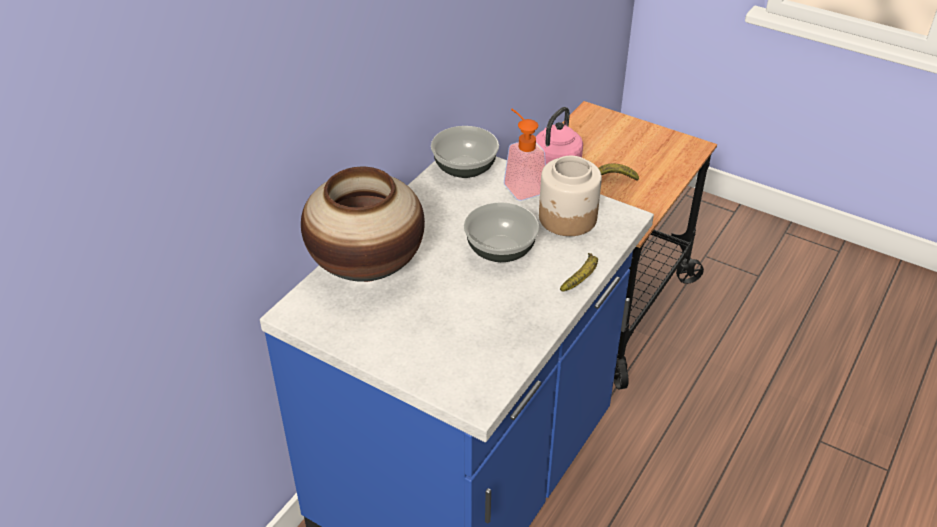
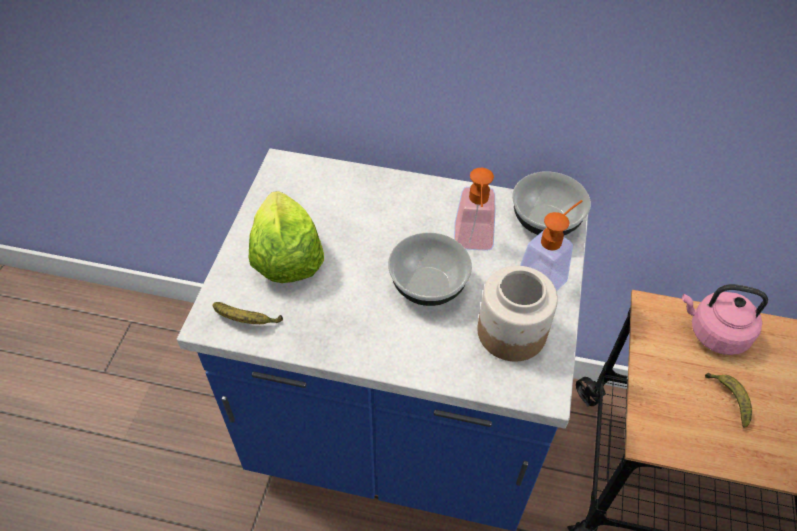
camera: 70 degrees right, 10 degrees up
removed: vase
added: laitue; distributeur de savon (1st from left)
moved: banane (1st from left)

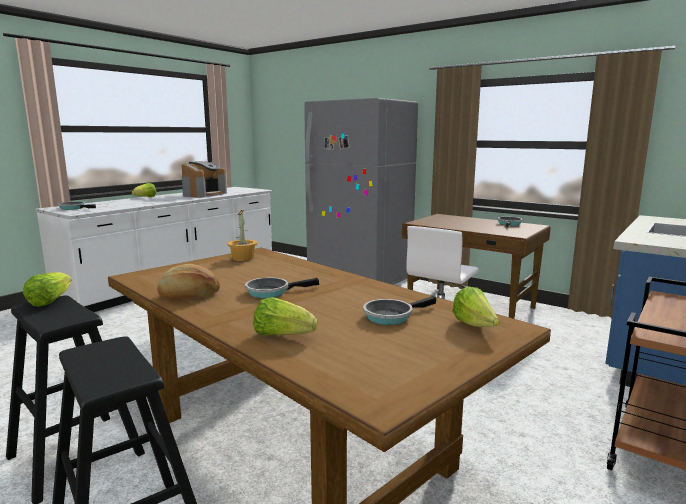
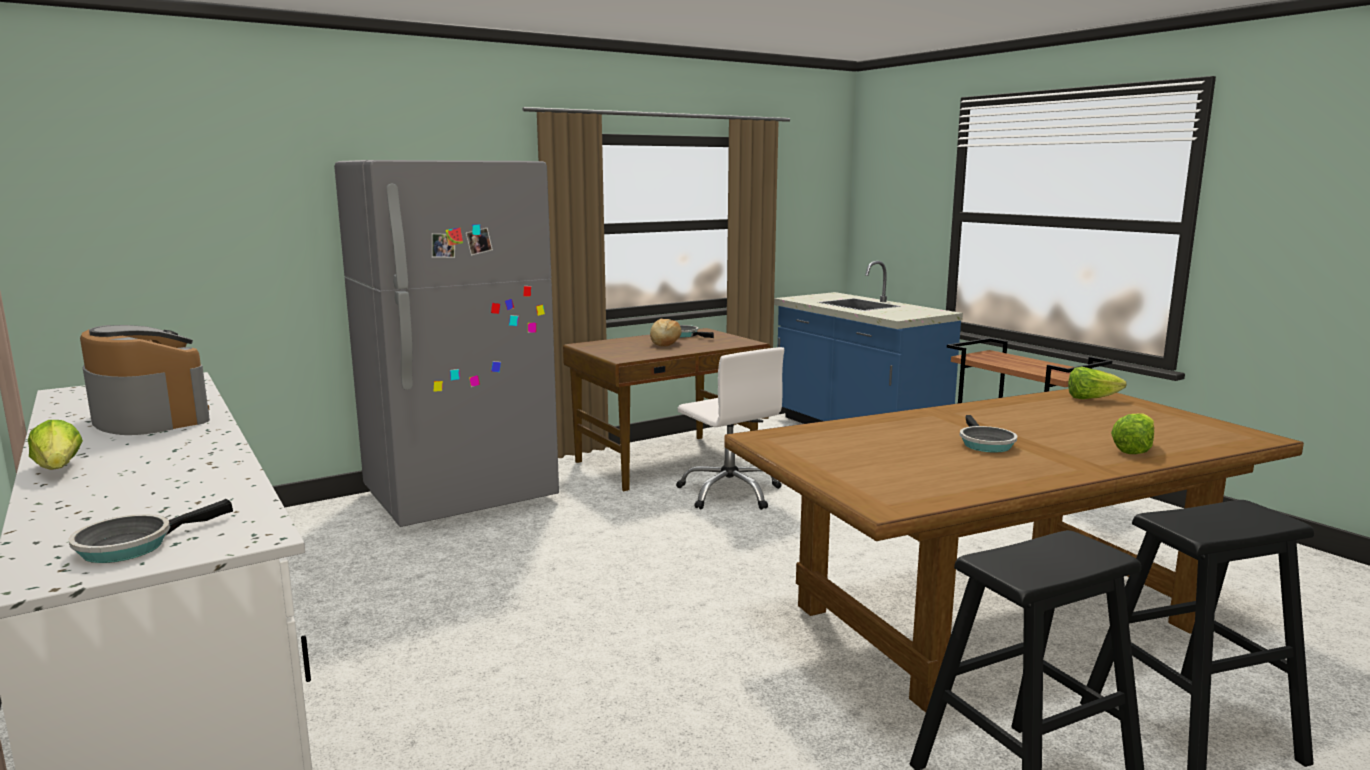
camera: 70 degrees left, 0 degrees up
removed: laitue (1st from left); plante en pot; poêle (3rd from left)
moved: pain

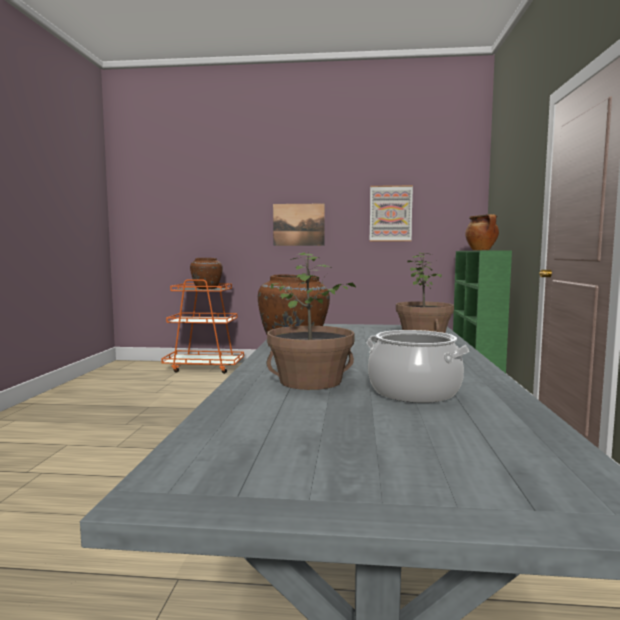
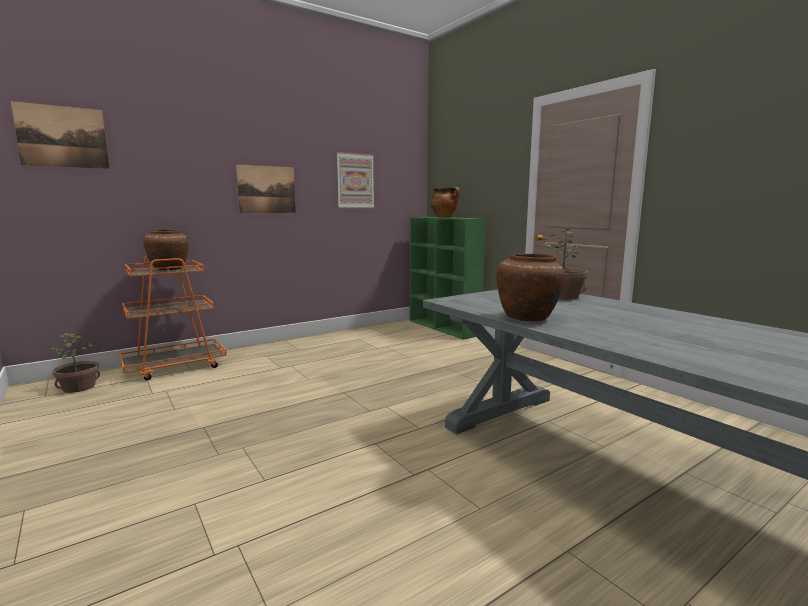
camera: 40 degrees left, 5 degrees up
removed: marmite (1st from left)
added: tableau (1st from left)
moved: plante en pot (1st from left)

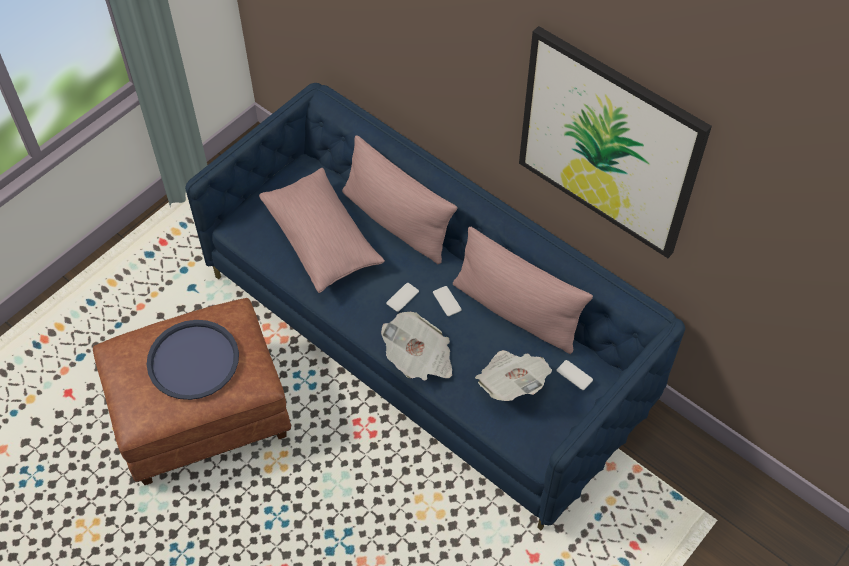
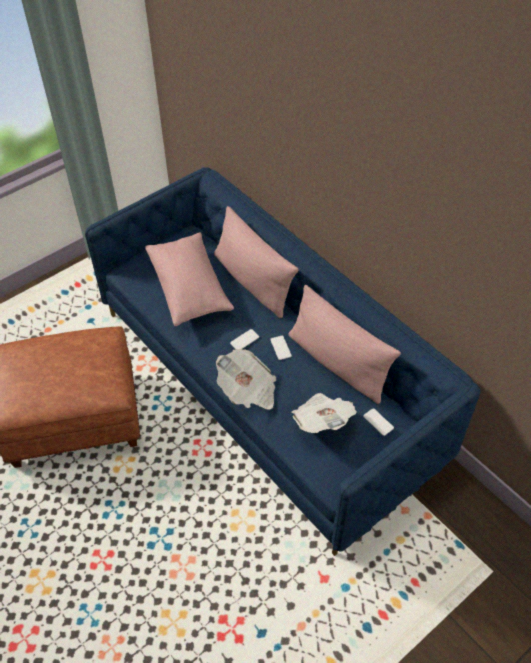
camera: 10 degrees right, 5 degrees down
removed: plateau/bleu; tableau

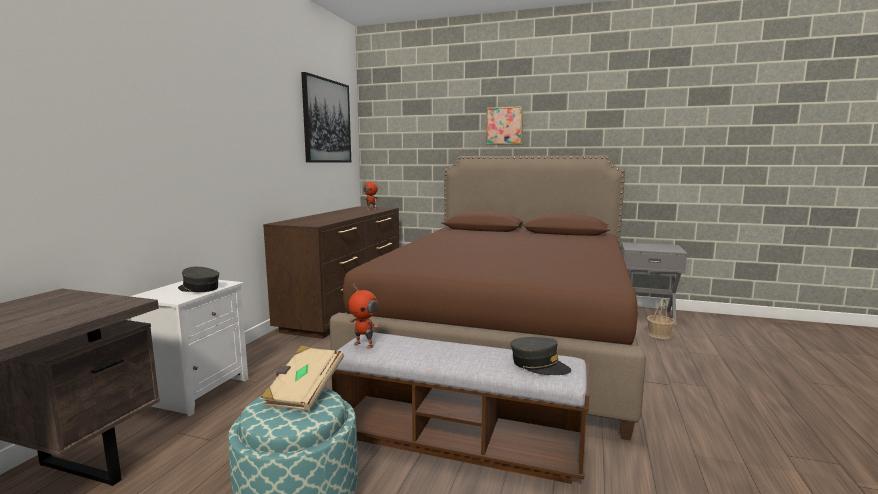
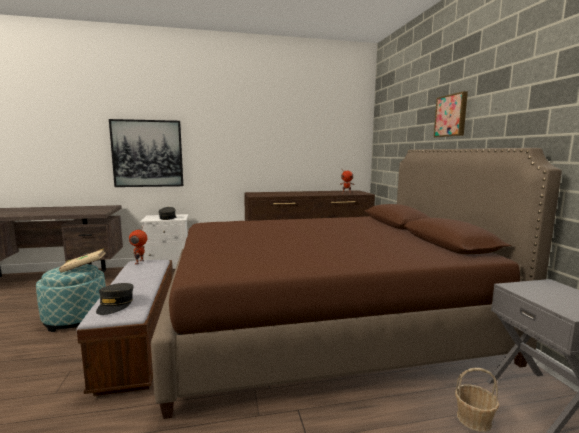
camera: 60 degrees right, 0 degrees up
moved: tableau (1st from left)

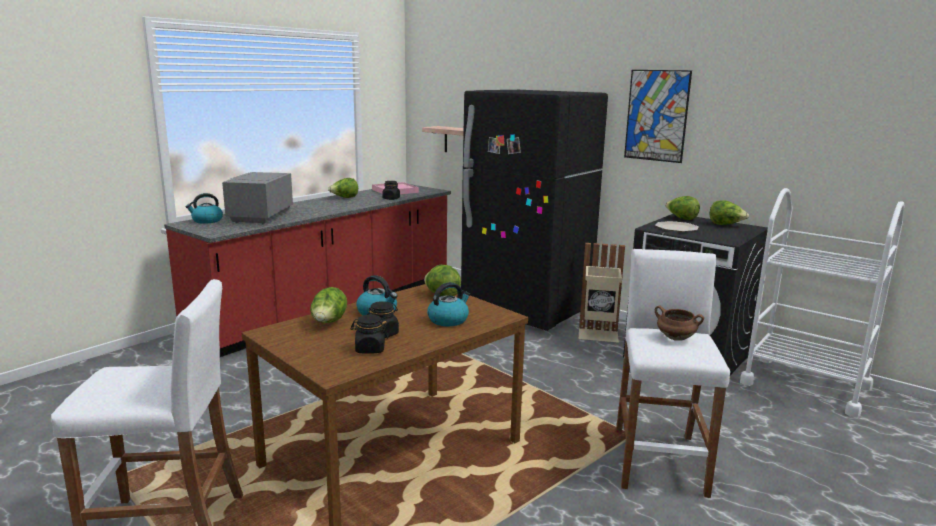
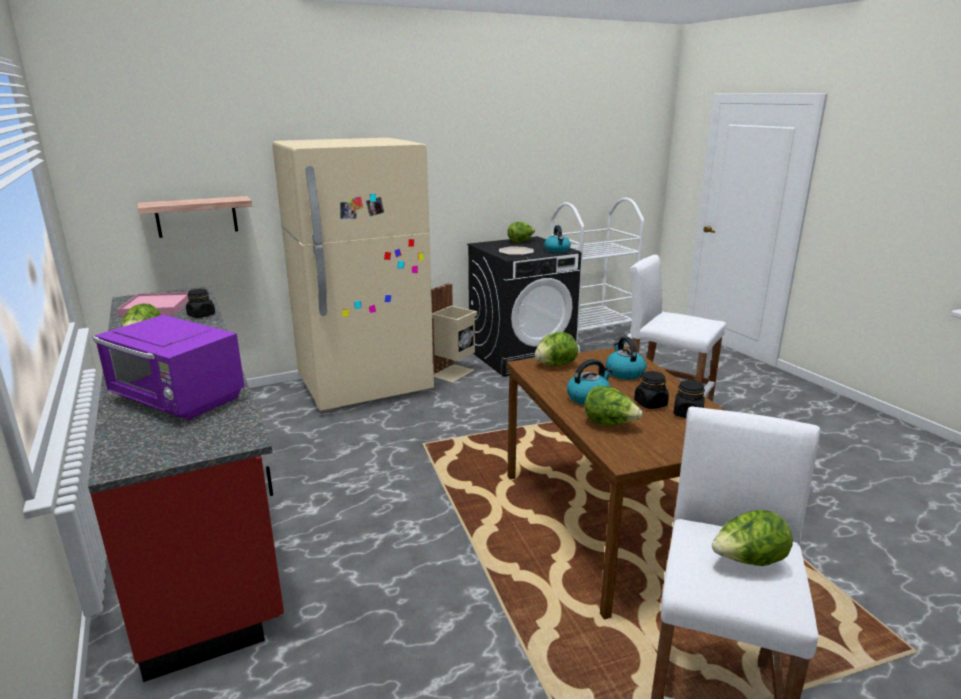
camera: 65 degrees left, 5 degrees up
removed: tableau; marmite/marron
moved: bouilloire (1st from left); laitue (4th from left in the first image) to laitue (5th from left)
recoloured: micro-ondes/gris to micro-ondes/violet; réfrigérateur/noir to réfrigérateur/beige

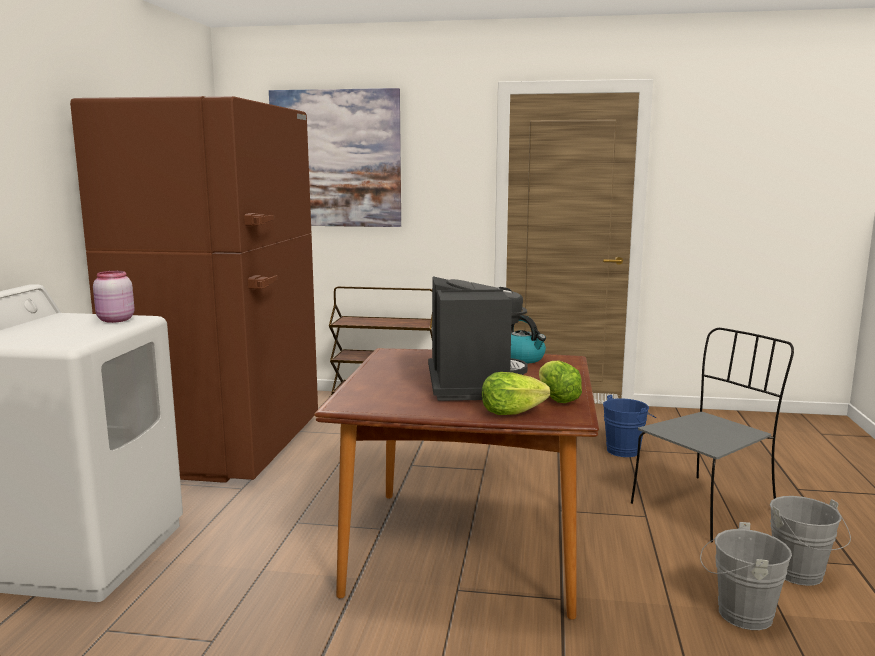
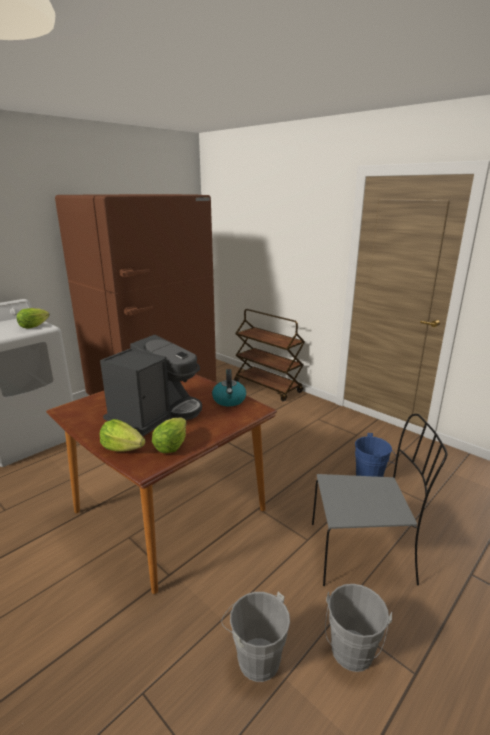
camera: 35 degrees right, 10 degrees up
removed: tableau
replaced: bocal/rose to laitue (1st from left)

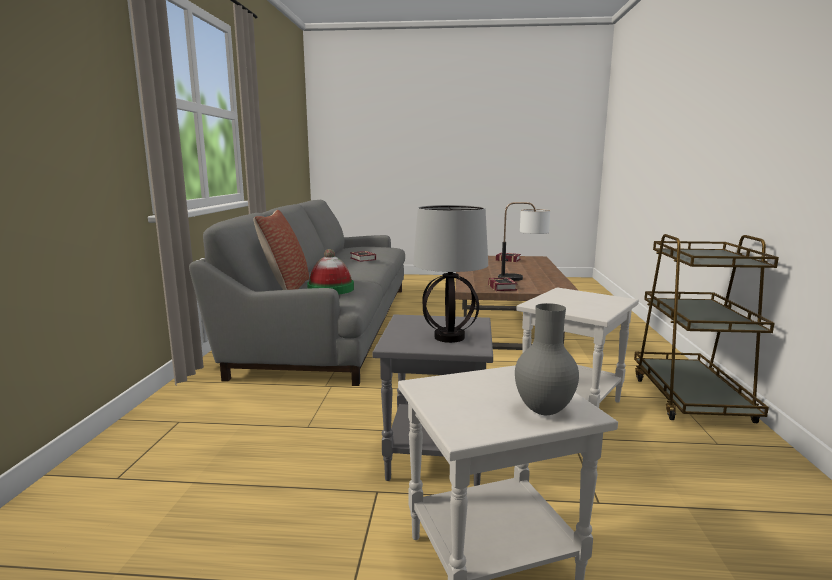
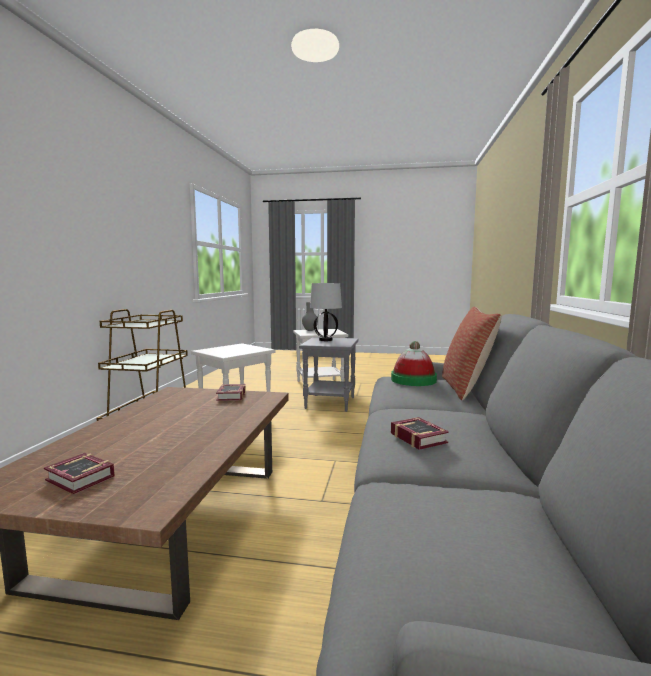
camera: 175 degrees left, 5 degrees down
removed: lampe de table (2nd from left)

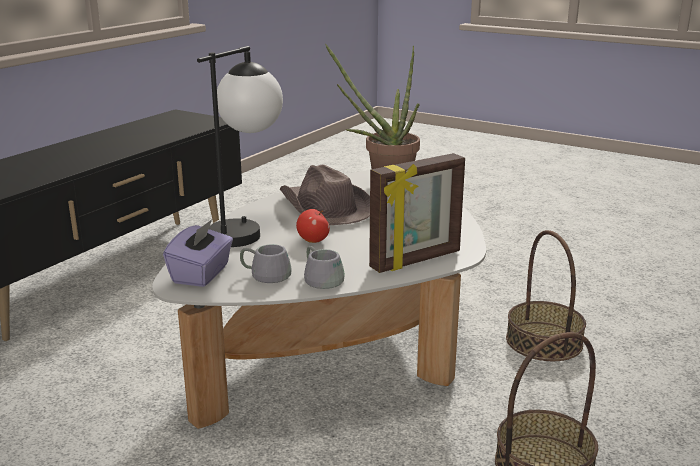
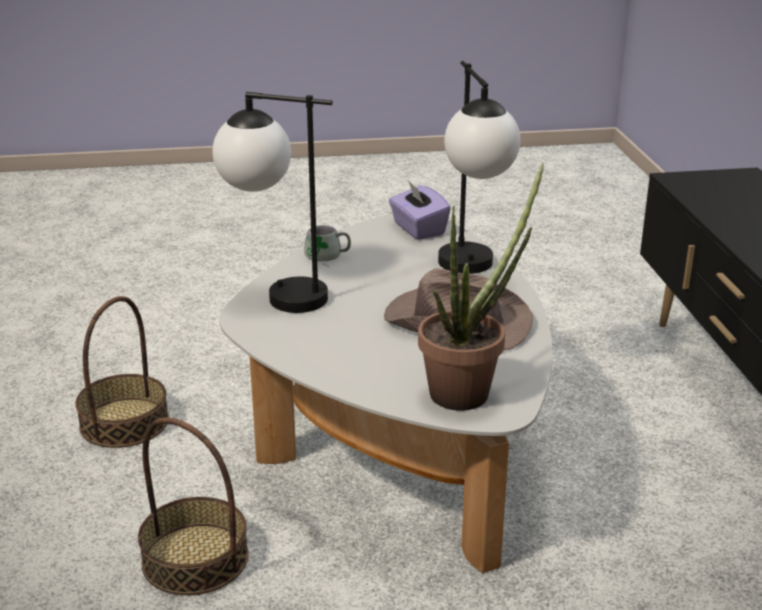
camera: 140 degrees right, 5 degrees up
removed: mug/gris (1st from left); pomme
replaced: cadre photo to lampe de table (1st from left)

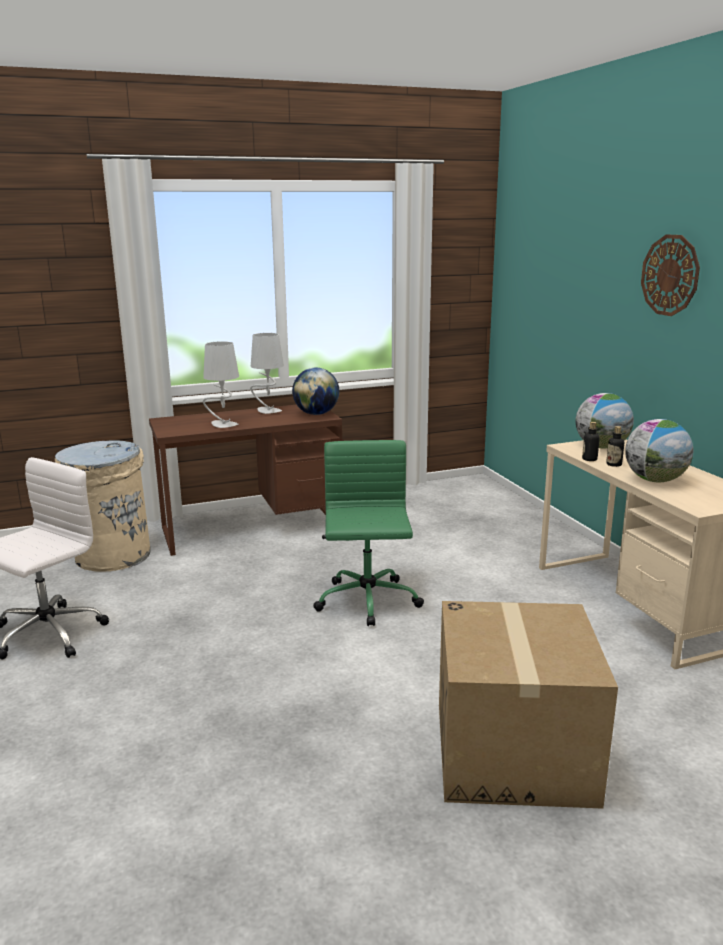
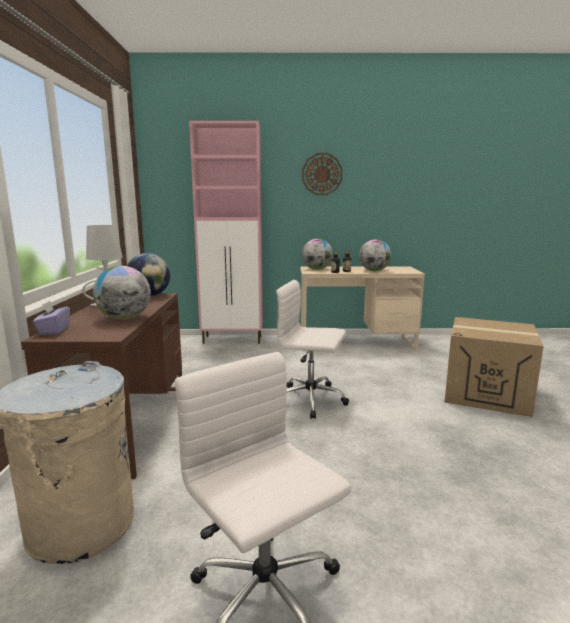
camera: 70 degrees left, 5 degrees down
added: boîte à mouchoirs/violet; meuble de rangement/rose
replaced: lampe de table/gris (1st from left) to globe (1st from left)
recoloured: chaise de bureau/vert to chaise de bureau/blanc (2nd from left)

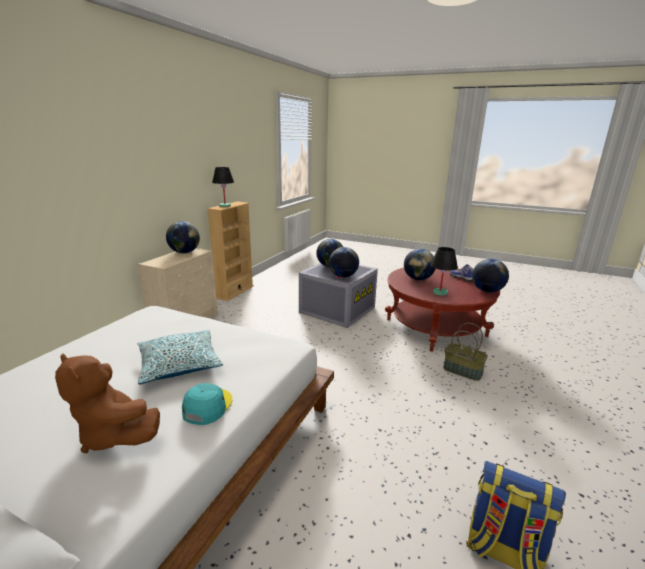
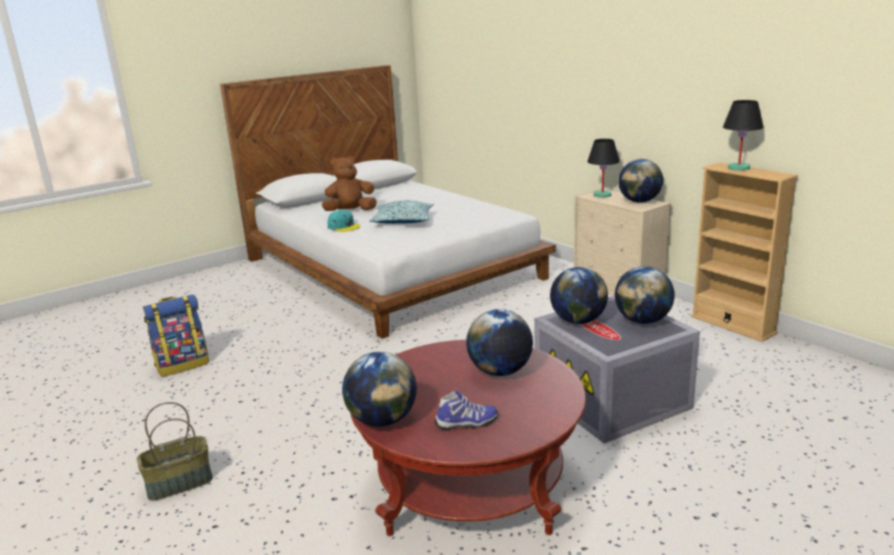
camera: 120 degrees right, 0 degrees up
moved: panier; lampe de table/noir (2nd from left in the first image) to lampe de table/noir (1st from left)

